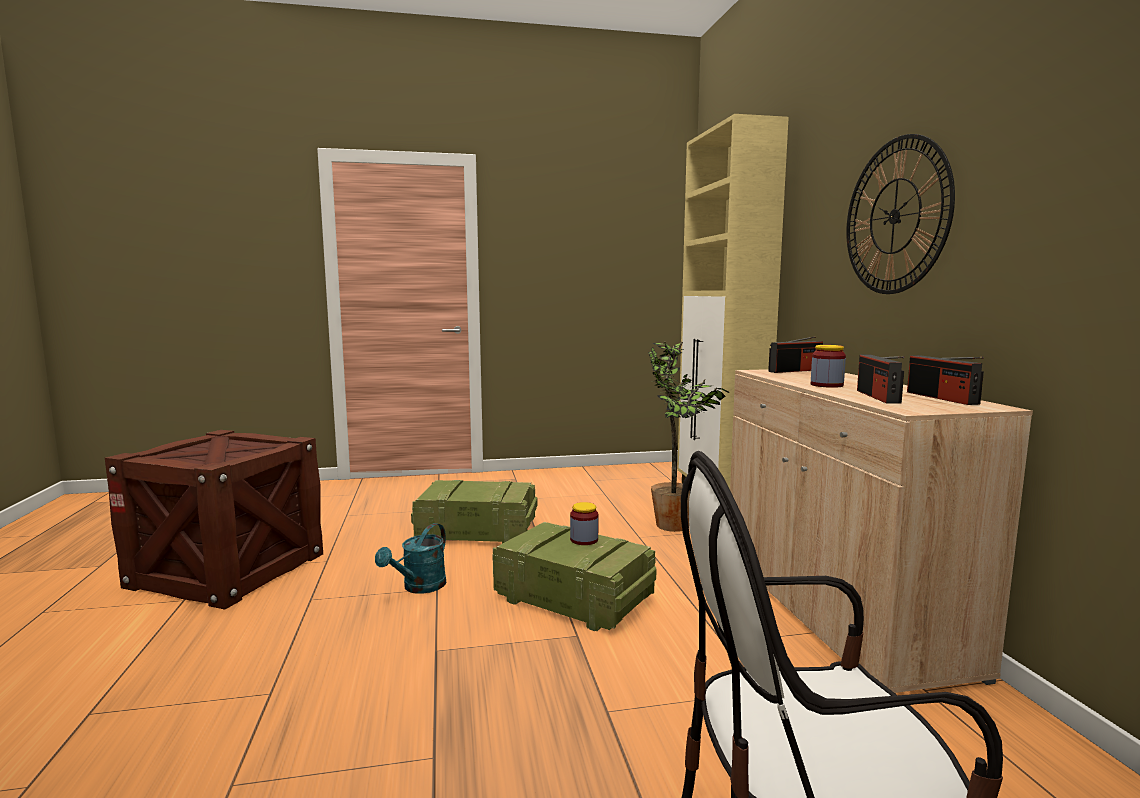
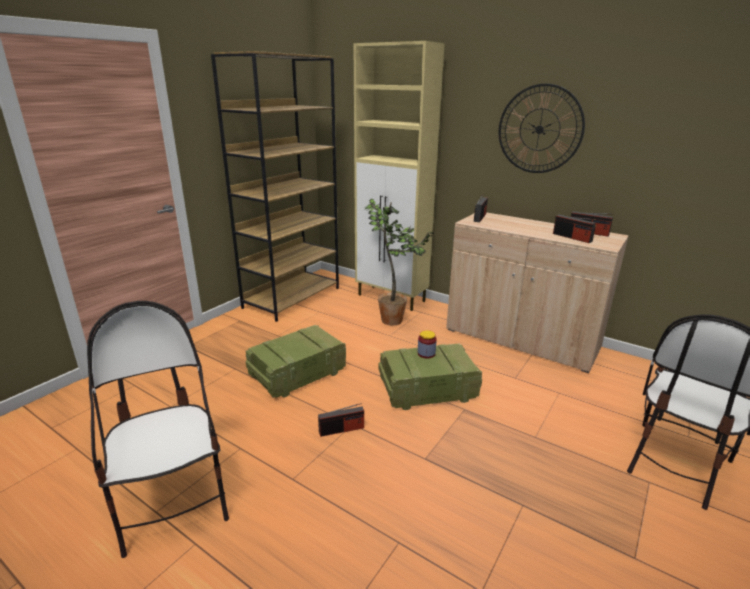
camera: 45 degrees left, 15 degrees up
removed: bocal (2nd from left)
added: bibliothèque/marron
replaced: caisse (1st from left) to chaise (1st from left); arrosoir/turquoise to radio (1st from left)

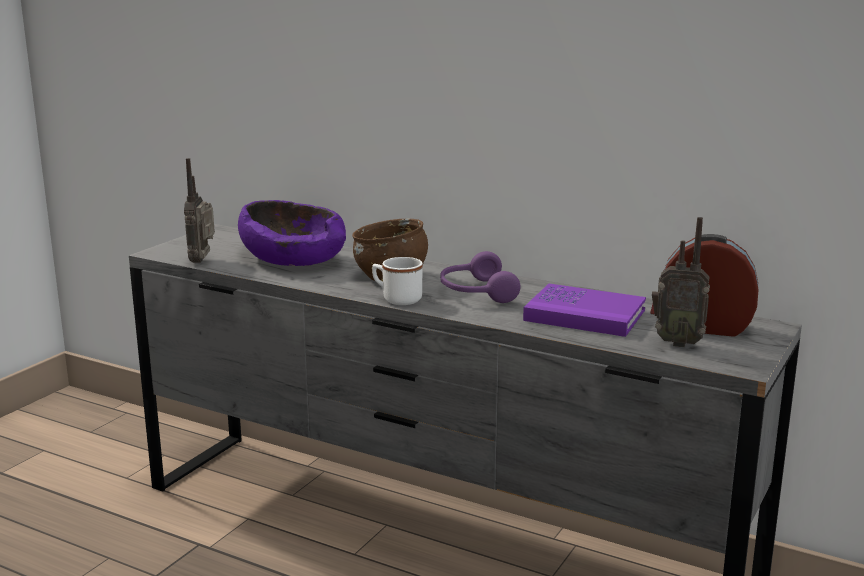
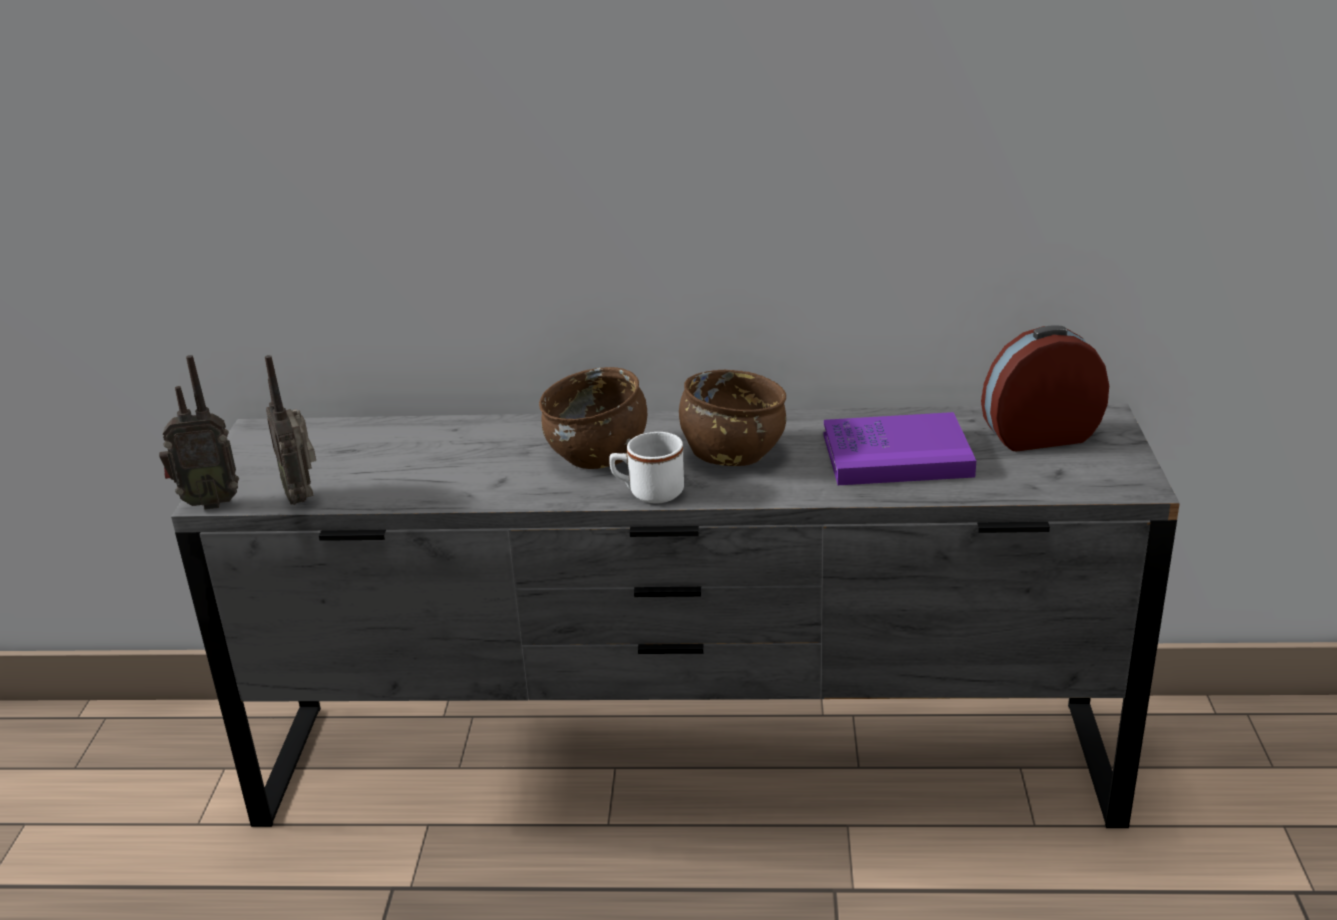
camera: 25 degrees left, 10 degrees up
removed: bol/violet
moved: radio (2nd from left in the first image) to radio (1st from left)
replaced: casque audio/violet to bol/marron (2nd from left)

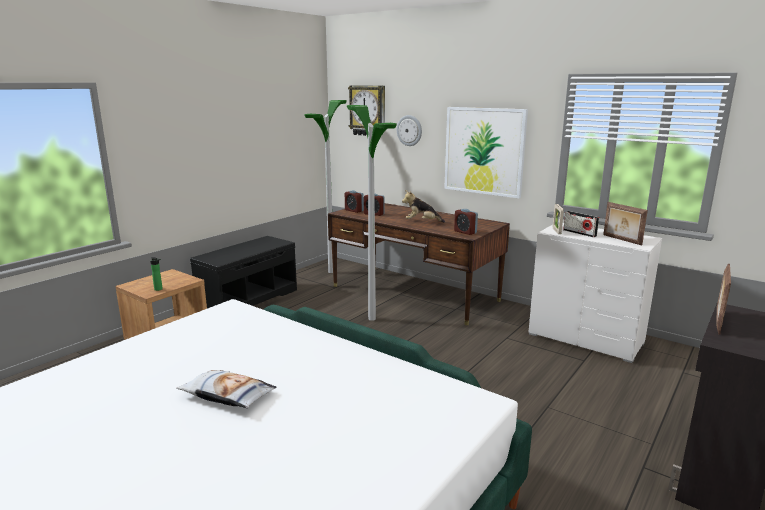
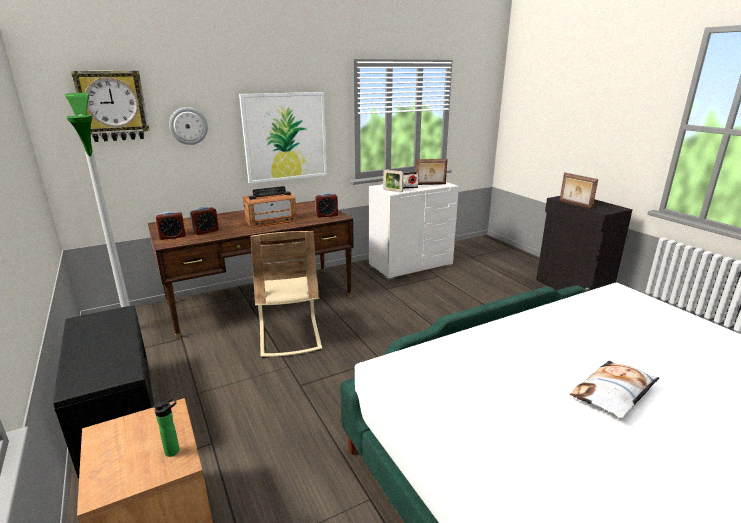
camera: 65 degrees left, 5 degrees up
replaced: peluche to radio (1st from left); lampadaire (2nd from left) to chaise/beige

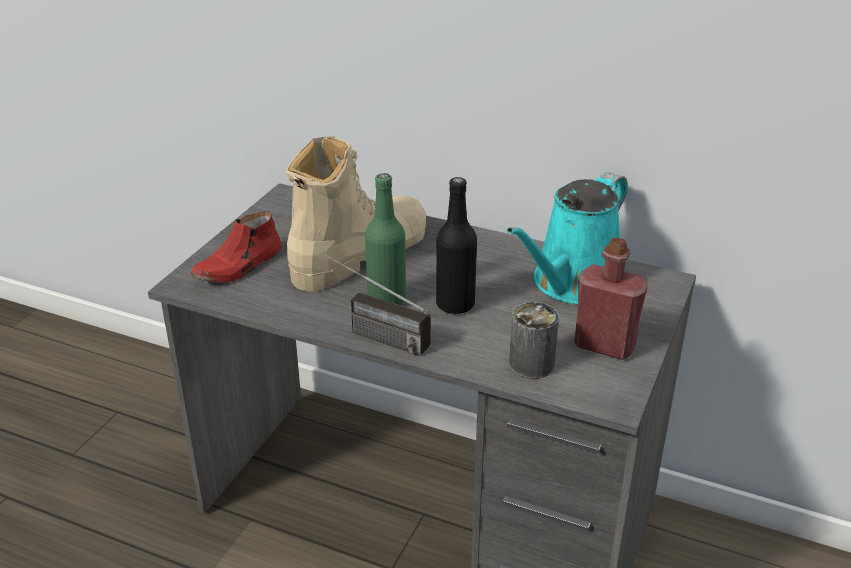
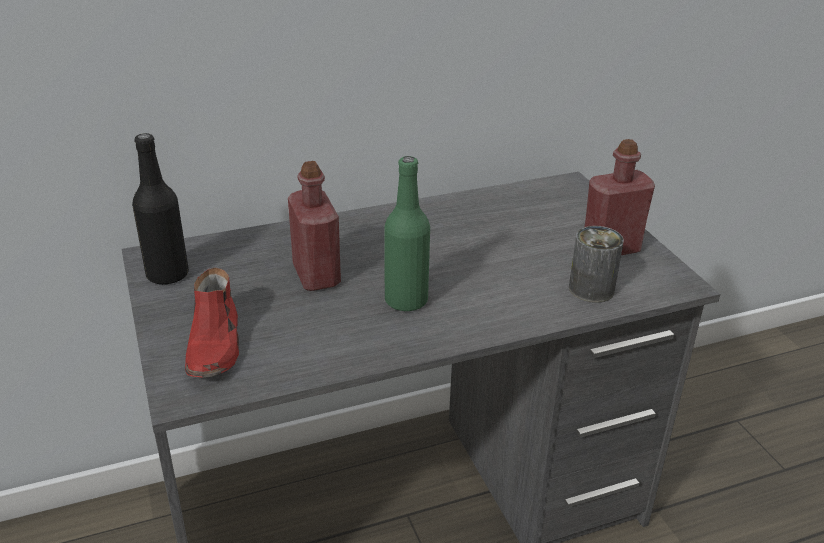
camera: 45 degrees left, 0 degrees up
removed: radio; arrosoir/turquoise
moved: bouteille/noir
replaced: botte/beige to bouteille/rouge (1st from left)

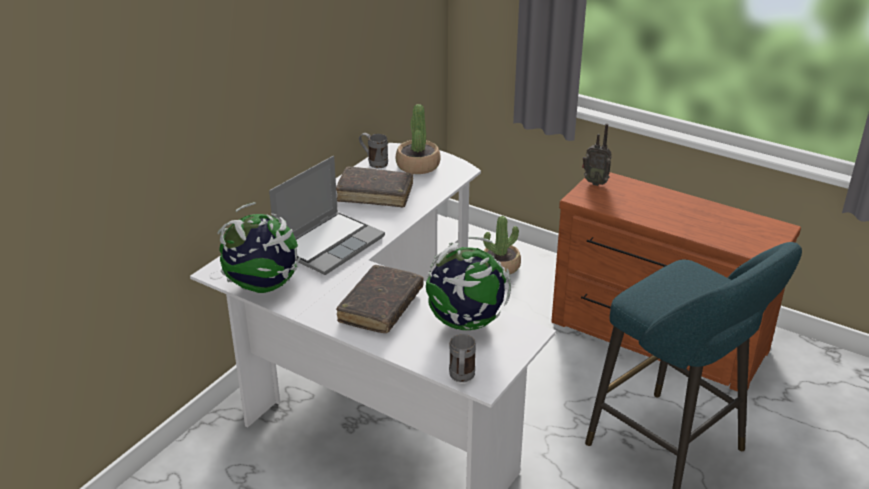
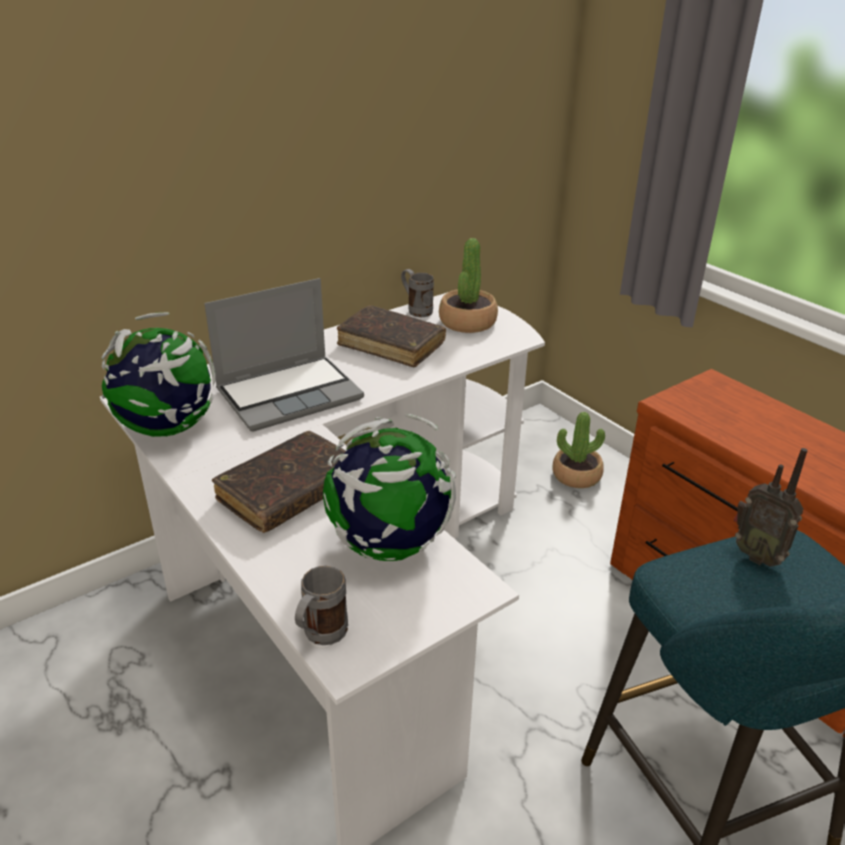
camera: 20 degrees right, 0 degrees up
moved: radio

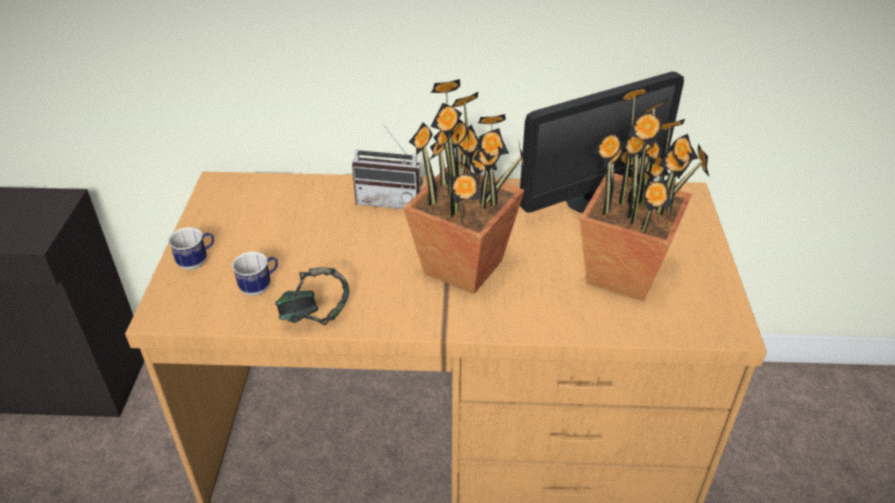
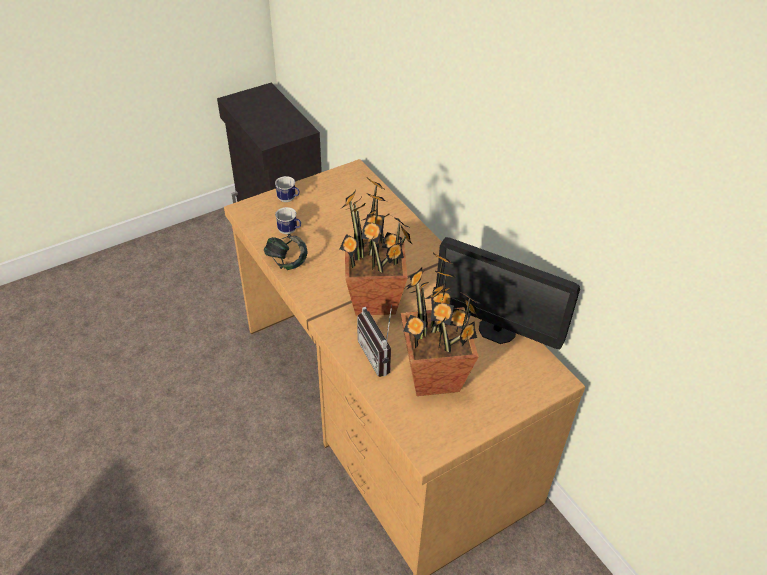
camera: 55 degrees right, 5 degrees up
moved: radio

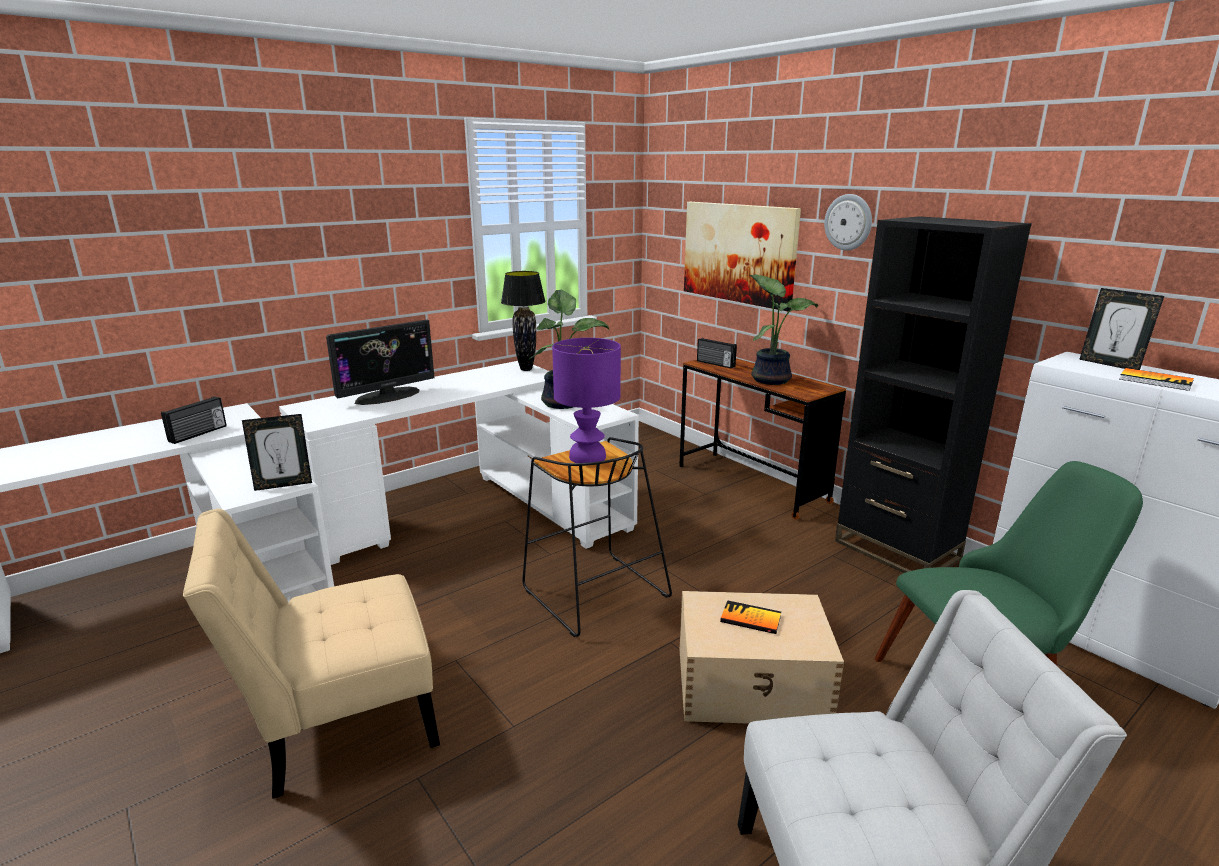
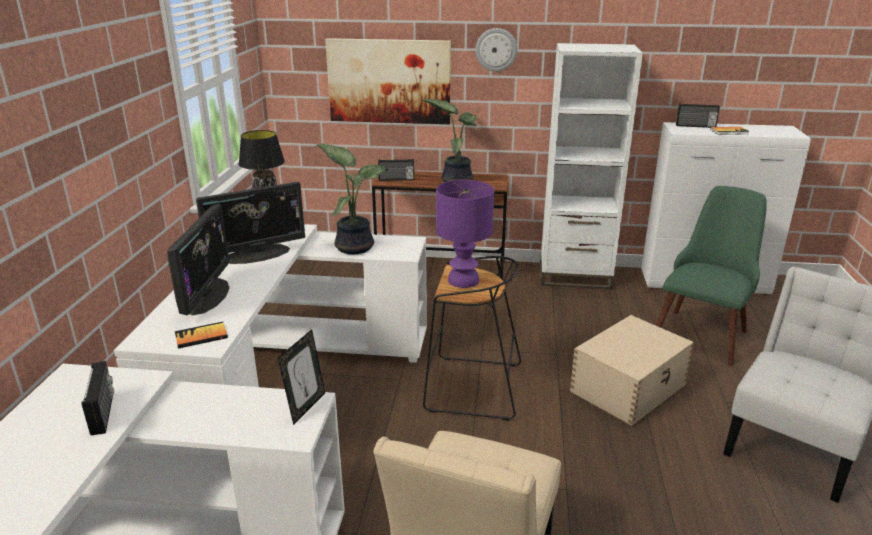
camera: 45 degrees left, 5 degrees up
added: écran d'ordinateur (2nd from left)
moved: livre (1st from left)
replaced: cadre photo (2nd from left) to radio (3rd from left)
recoloured: bibliothèque/noir to bibliothèque/blanc

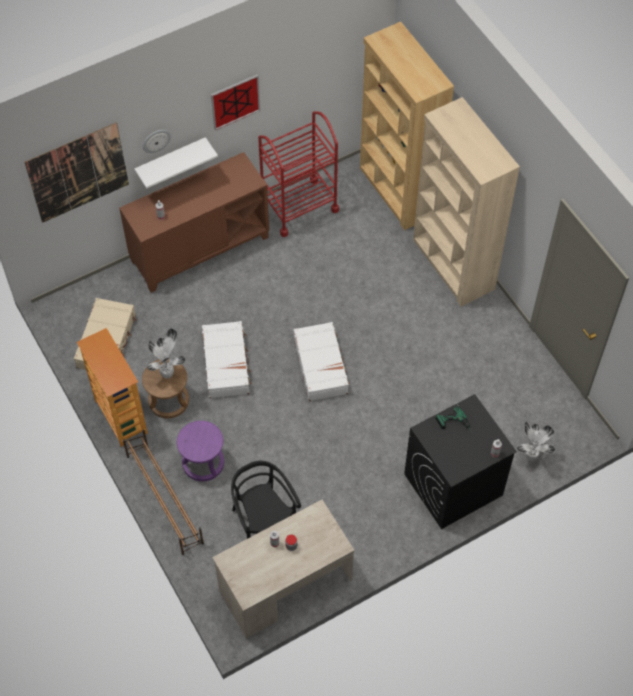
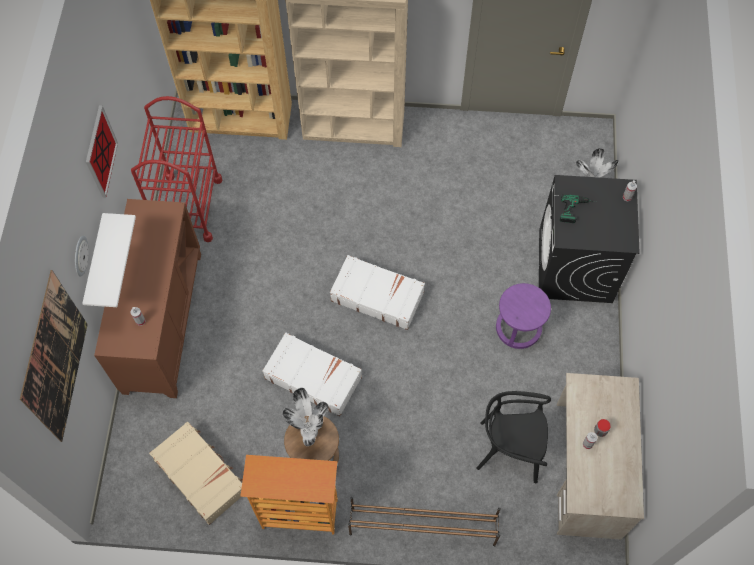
camera: 55 degrees left, 5 degrees up
moved: tabouret/violet

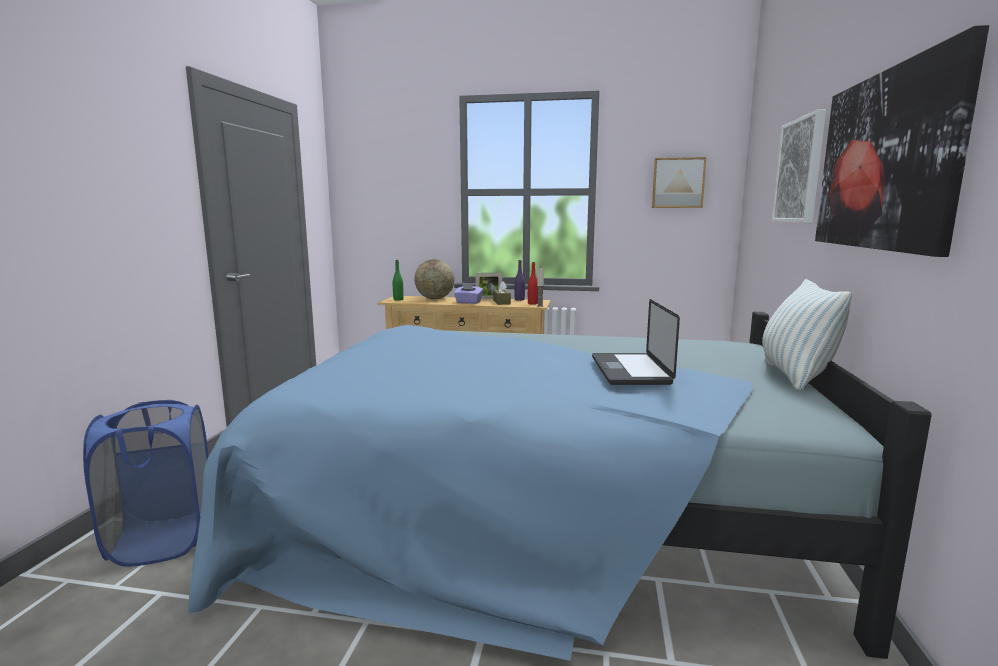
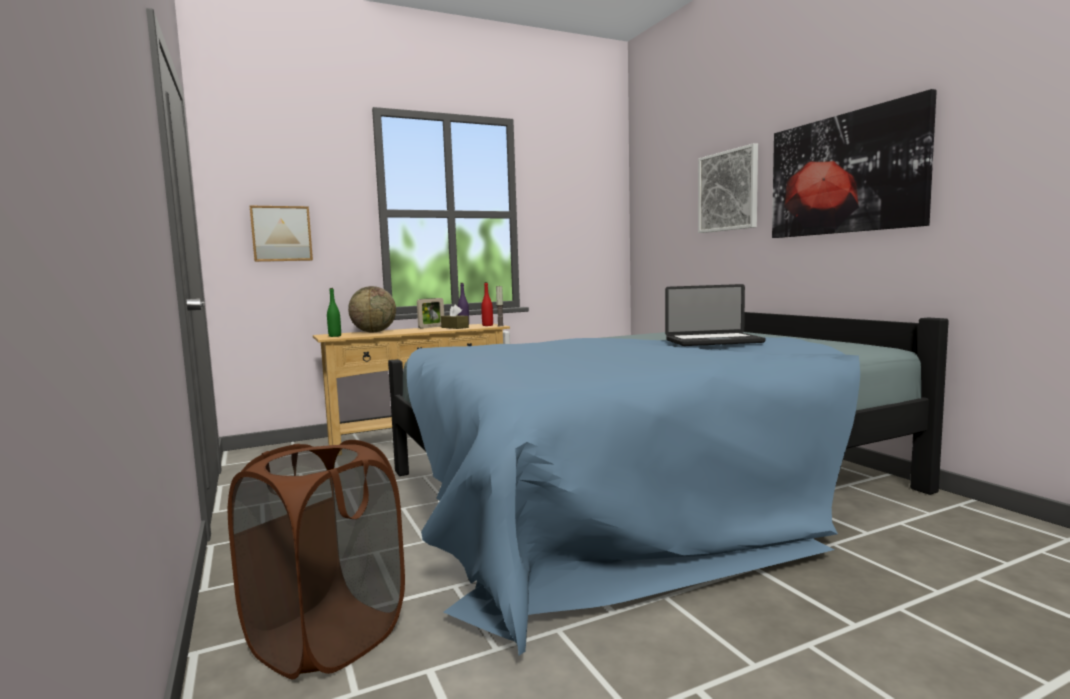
camera: 35 degrees left, 5 degrees down
removed: boîte à mouchoirs/violet; coussin
moved: tableau (1st from left)
recoloured: panier à linge/bleu to panier à linge/marron
turned: ordinateur portable 60 degrees counterclockwise

